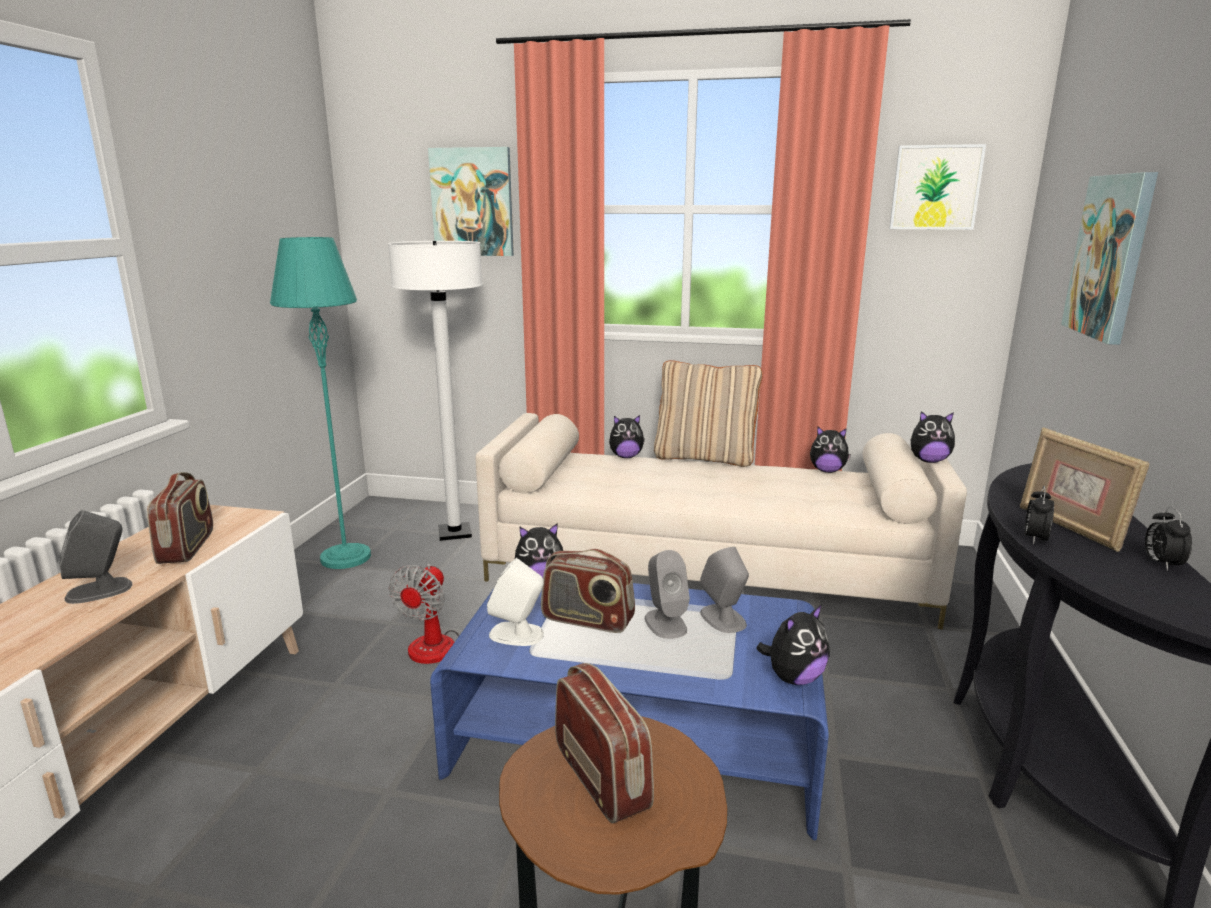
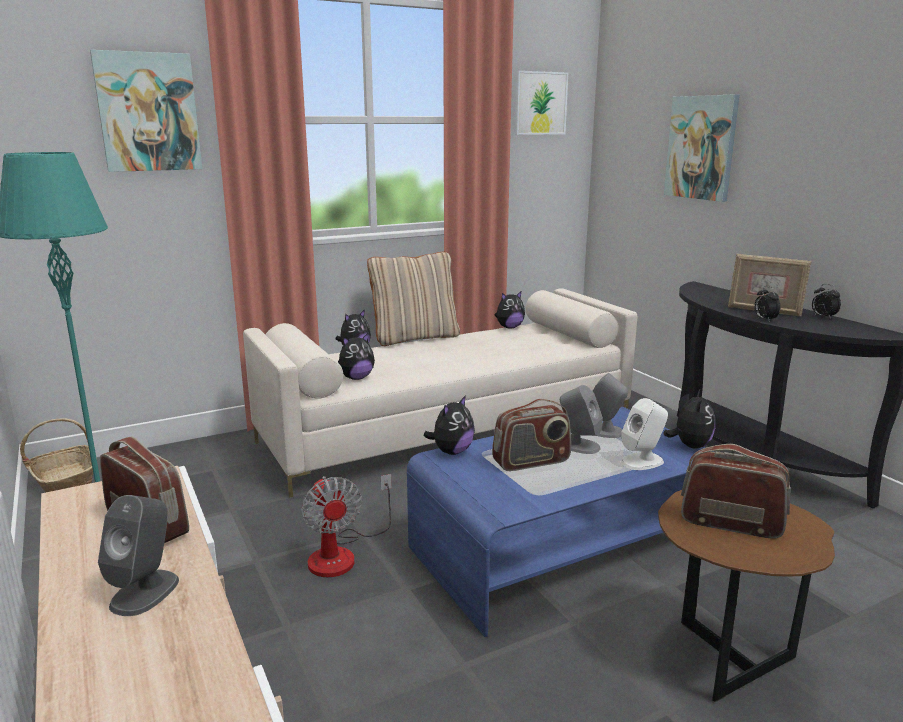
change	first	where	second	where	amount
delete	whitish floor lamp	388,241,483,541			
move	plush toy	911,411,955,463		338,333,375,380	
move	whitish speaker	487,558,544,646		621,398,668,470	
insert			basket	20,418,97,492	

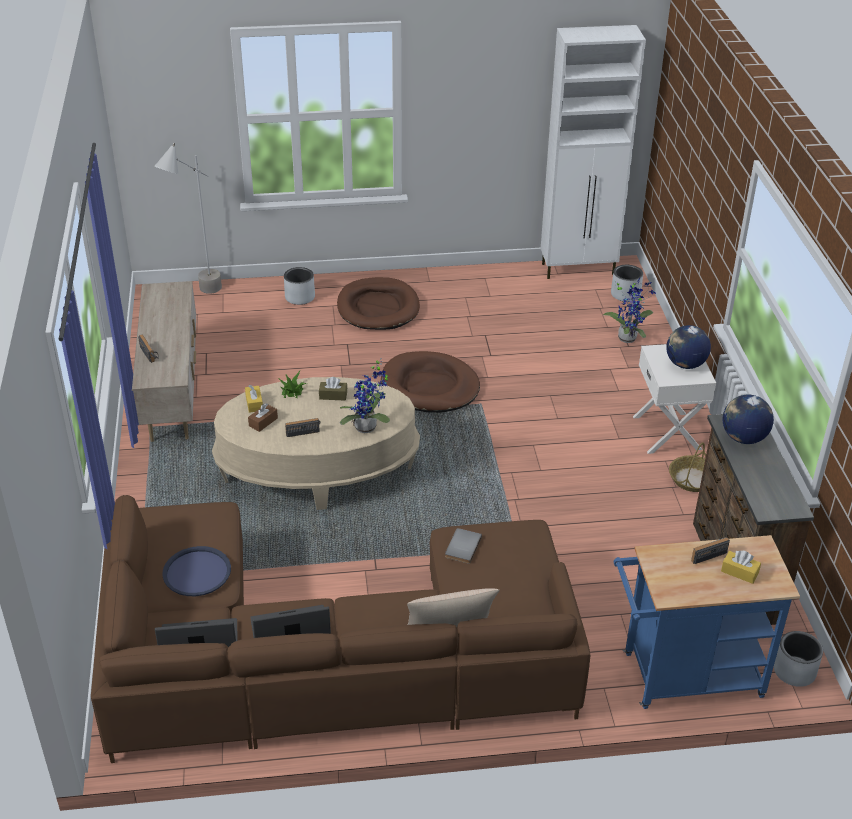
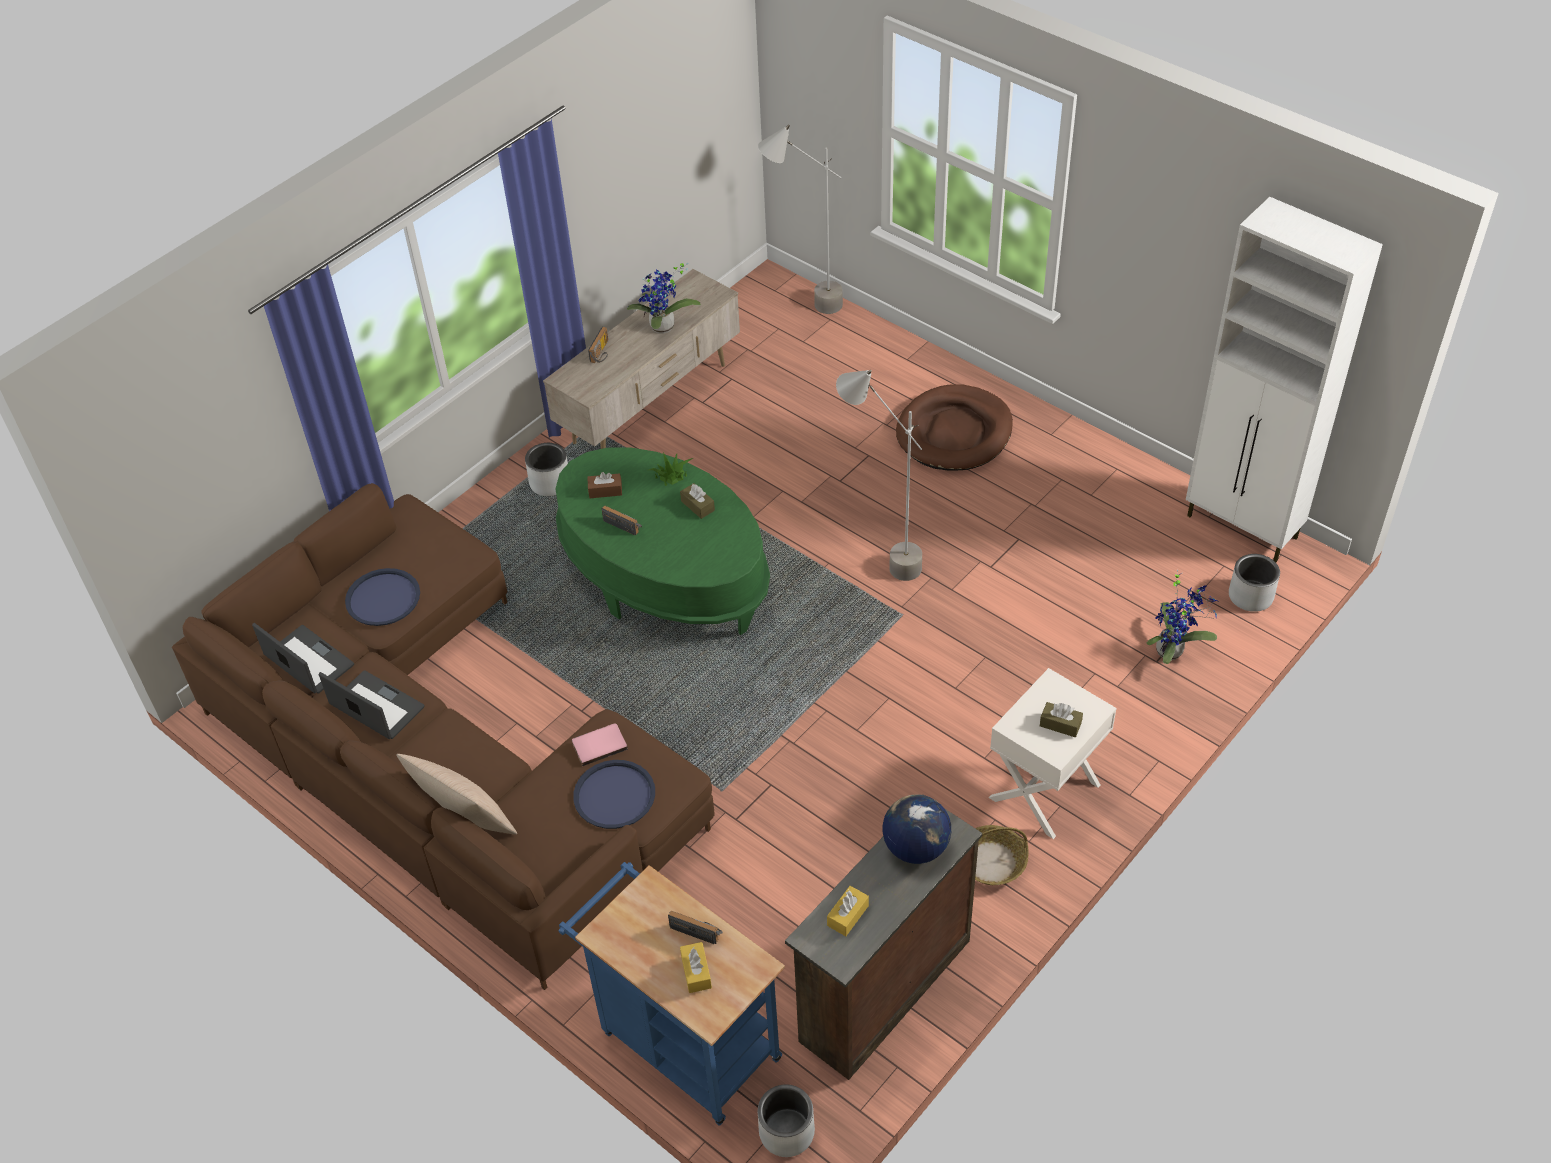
change	first	where	second	where	amount
move	grey flower pot	284,267,315,305		525,443,568,496	
replace	desk globe	666,325,711,369	brown-coloured tissue holder	1040,702,1083,737	
replace	brown-coloured dog bed	381,351,480,413	grey floor lamp	836,370,922,581	
move	plant in a pot	340,358,390,433		627,263,701,334	
recolor	beige-coloured coffee table	212,377,420,510	green coffee table	555,447,770,635	
move	yellow-coloured tissue holder	245,385,263,413		827,886,869,936	
recolor	grey volume	445,528,482,564	pinkish volume	572,723,628,766	
insert			blue-coloured serving tray	573,760,655,829	

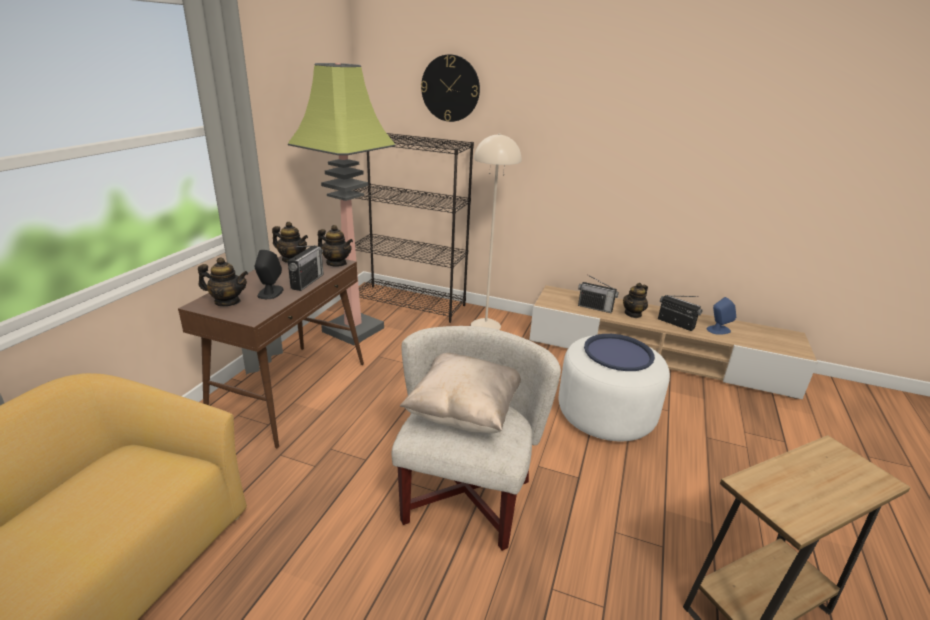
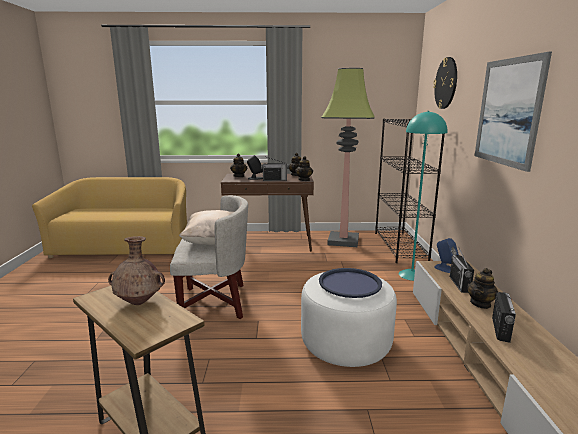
change	first	where	second	where	amount
recolor	beige-coloured floor lamp	471,133,521,330	blue-green floor lamp	399,111,447,281	
rotate	tea pot	623,283,648,318		467,268,498,309	75 degrees counterclockwise
move	blue-coloured speaker	706,297,736,335		434,238,459,273	
insert			wall art	475,52,552,172	
insert			brown-coloured vase	108,236,165,305	

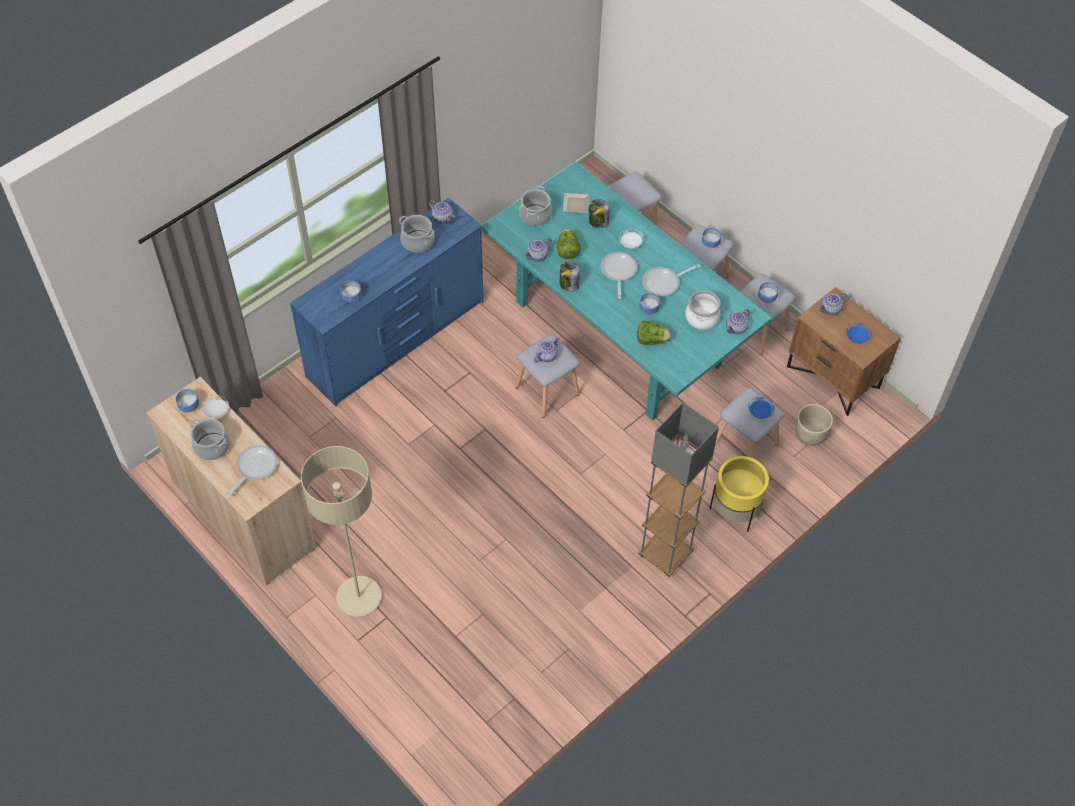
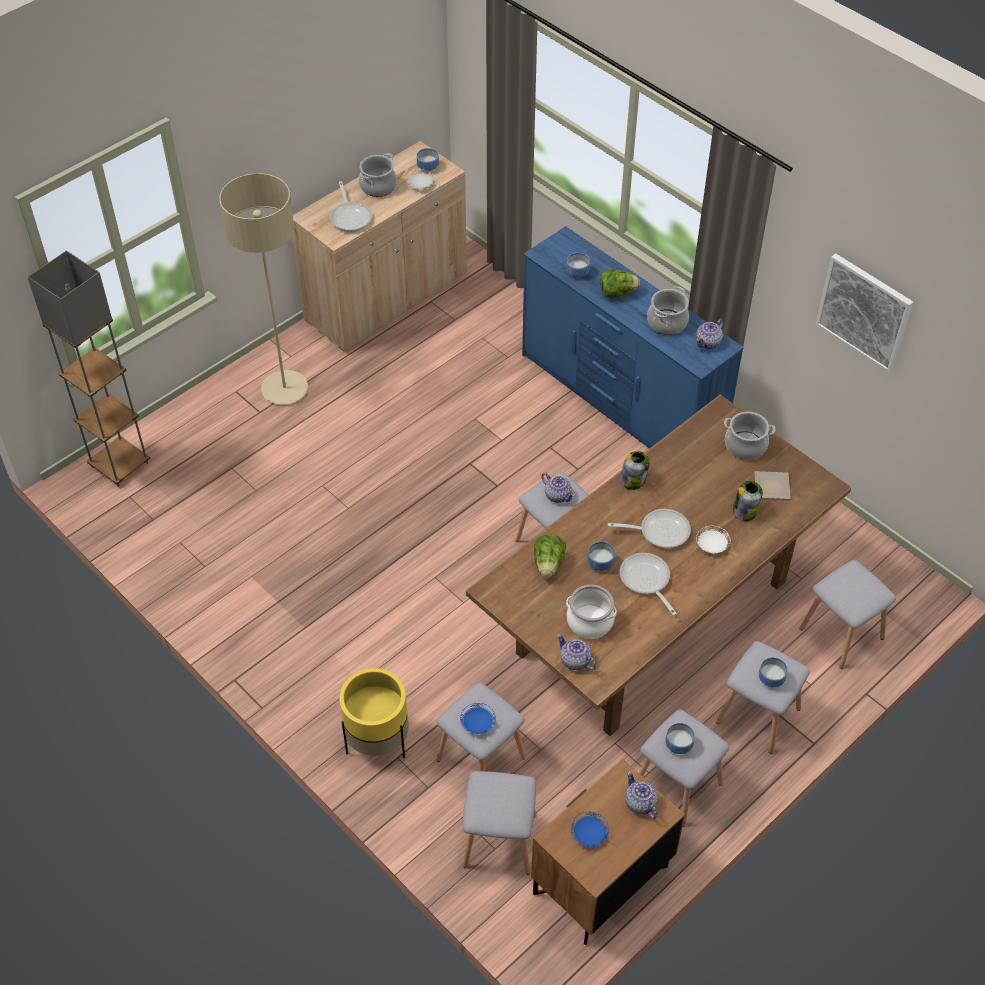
change	first	where	second	where	amount
recolor	blue-green dinner table	482,162,772,421	brown-coloured dinner table	466,395,851,736	
move	lettuce head	557,229,581,259		601,270,640,298	
delete	tea pot	524,238,552,262			
move	grey floor lamp	638,402,719,577		28,251,150,487	
replace	beige-coloured flower pot	795,404,833,446	grey stool	462,771,536,875	
rotate	skillet	225,445,277,498		330,181,372,232	45 degrees clockwise
insert			wall art	815,253,913,373	

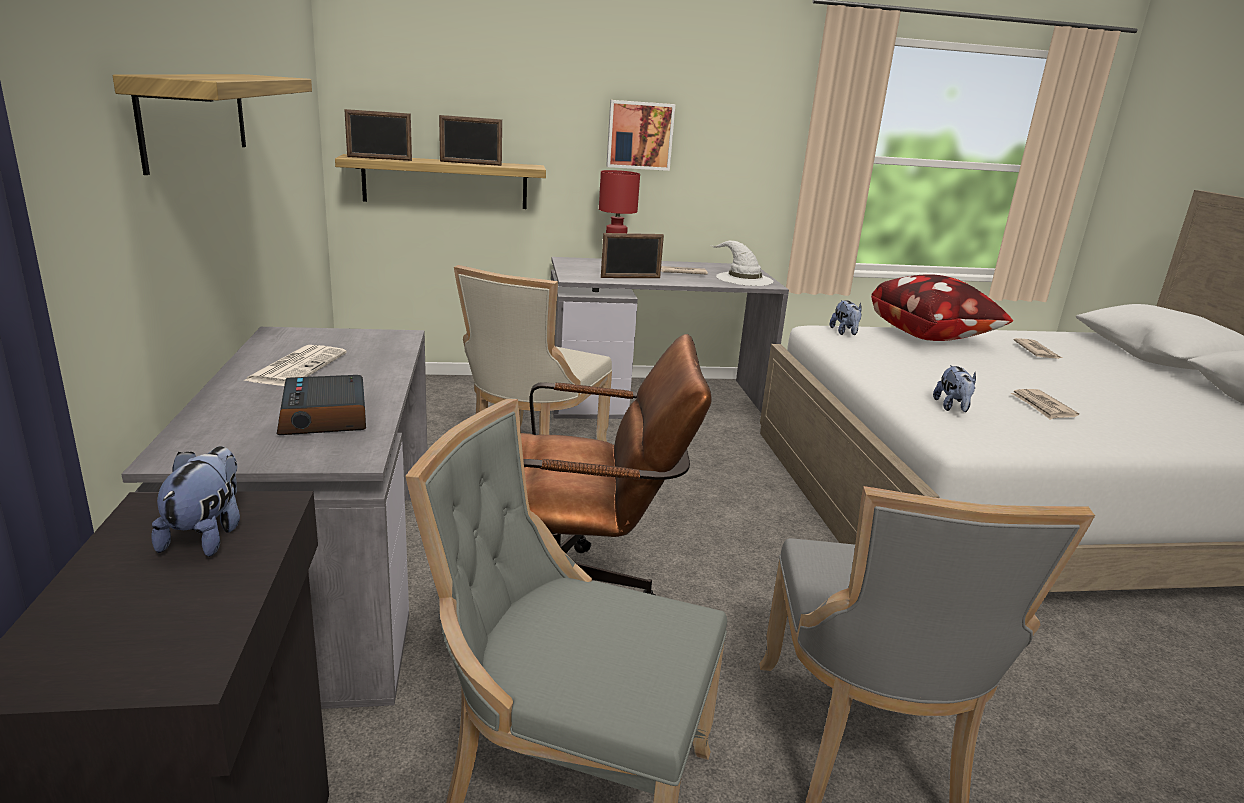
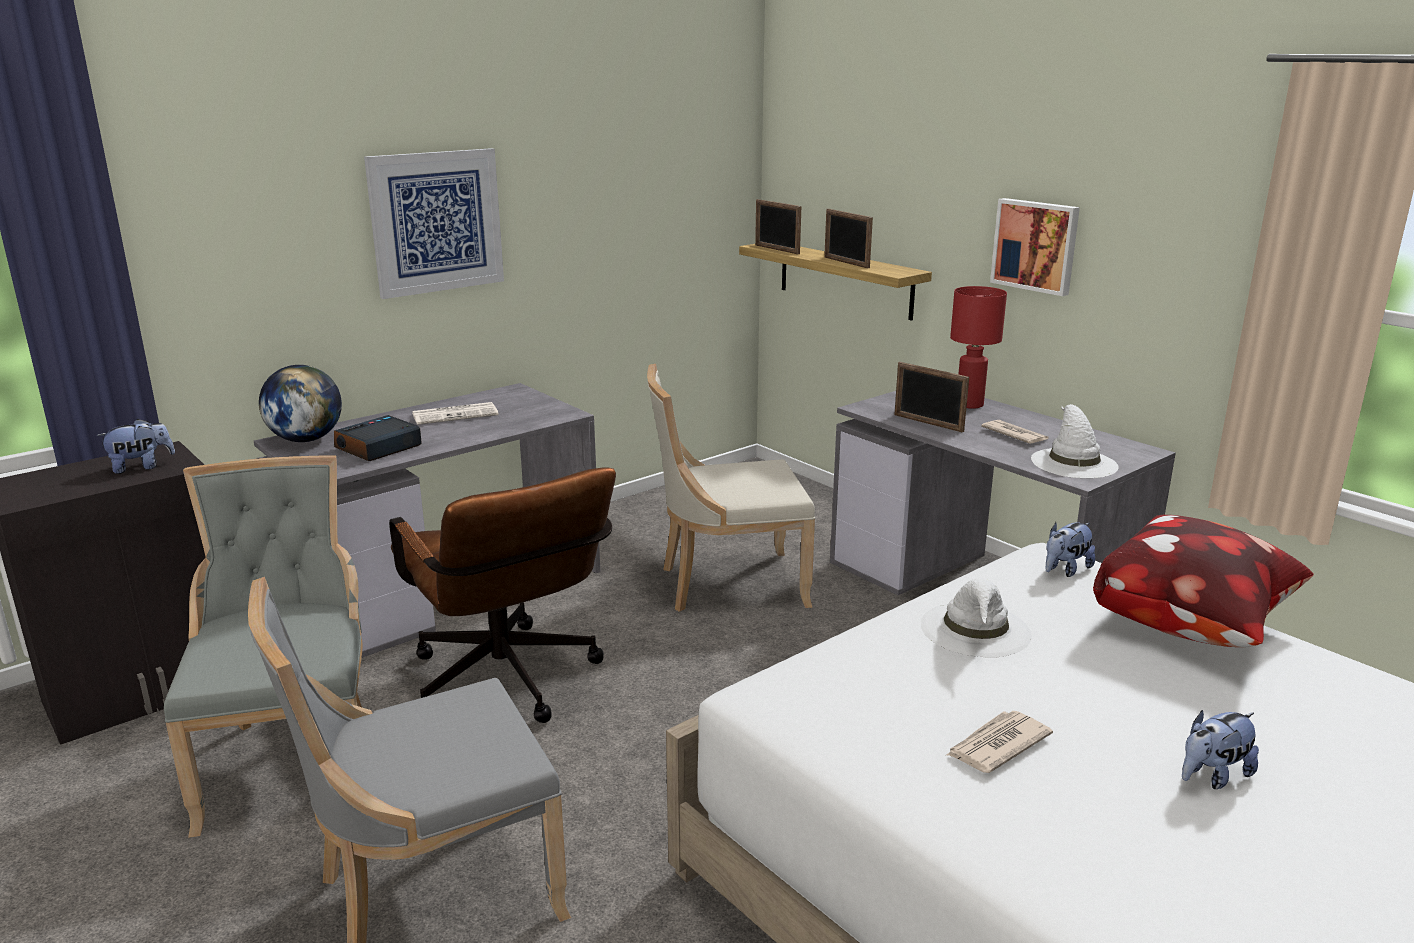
change	first	where	second	where	amount
replace	bracket shelf	113,74,312,175	wall art	364,148,504,299	
delete	newspaper	1014,338,1062,359			
move	plush toy	933,365,976,412		1182,710,1259,789	
insert			desk globe	259,365,342,442	
insert			whitish hat	921,578,1032,658	

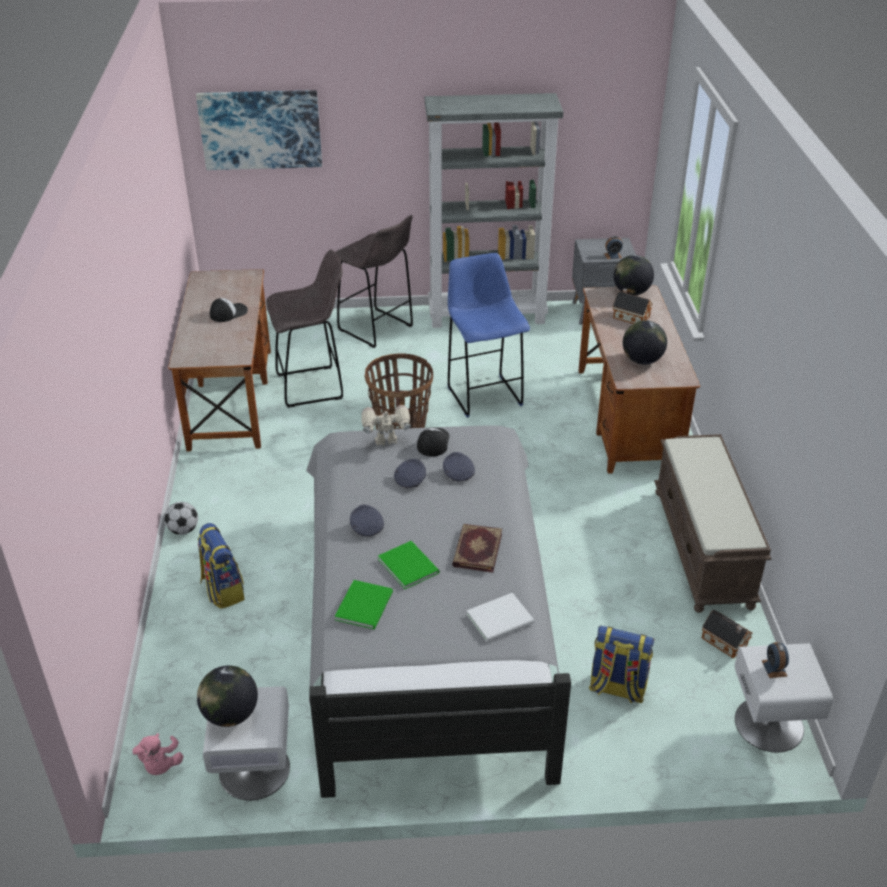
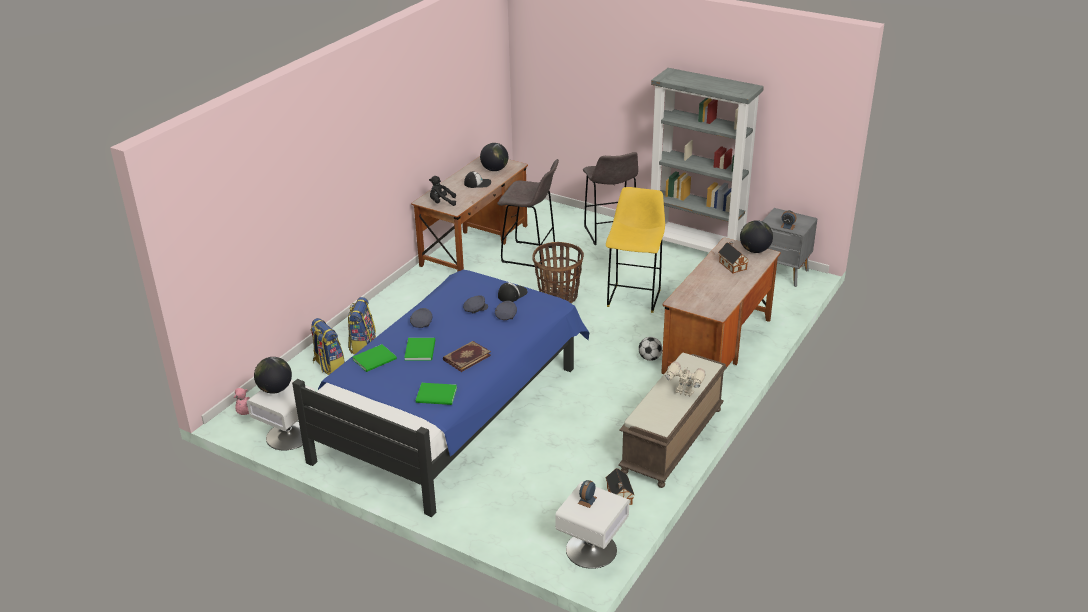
change	first	where	second	where	amount
delete	wall art	196,90,322,170			
recolor	blue-coloured stool	447,253,530,418	yellow-coloured stool	606,187,665,313	
move	desk globe	623,320,667,365		480,143,509,171	
move	robot figure	361,405,411,446		665,361,705,397	
recolor	grey bedroom bed	306,425,571,798	blue-coloured bedroom bed	292,270,589,517	
move	football	164,502,198,535		638,337,663,361	
recolor	whitish volume	467,593,534,642	green volume	416,383,457,405	
move	knapsack	589,626,655,703		310,318,345,375	
insert			black plush toy	429,176,456,206	

